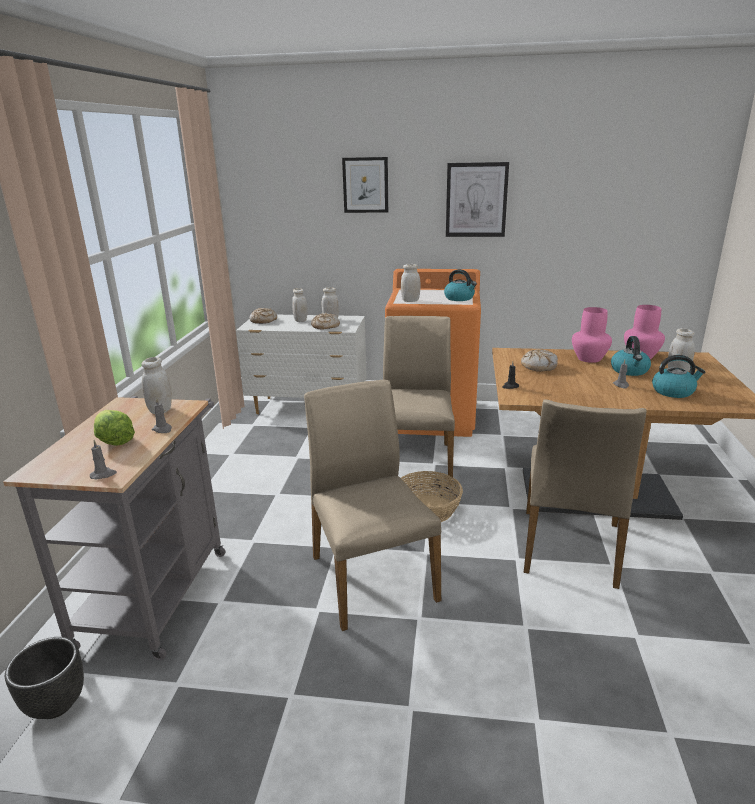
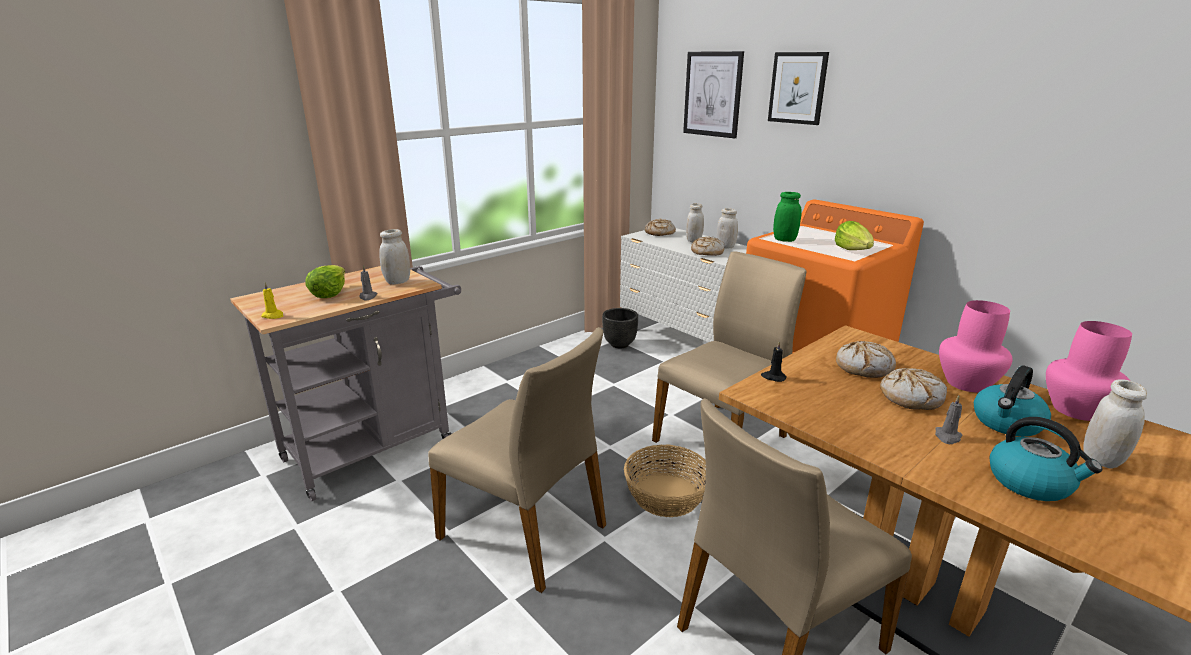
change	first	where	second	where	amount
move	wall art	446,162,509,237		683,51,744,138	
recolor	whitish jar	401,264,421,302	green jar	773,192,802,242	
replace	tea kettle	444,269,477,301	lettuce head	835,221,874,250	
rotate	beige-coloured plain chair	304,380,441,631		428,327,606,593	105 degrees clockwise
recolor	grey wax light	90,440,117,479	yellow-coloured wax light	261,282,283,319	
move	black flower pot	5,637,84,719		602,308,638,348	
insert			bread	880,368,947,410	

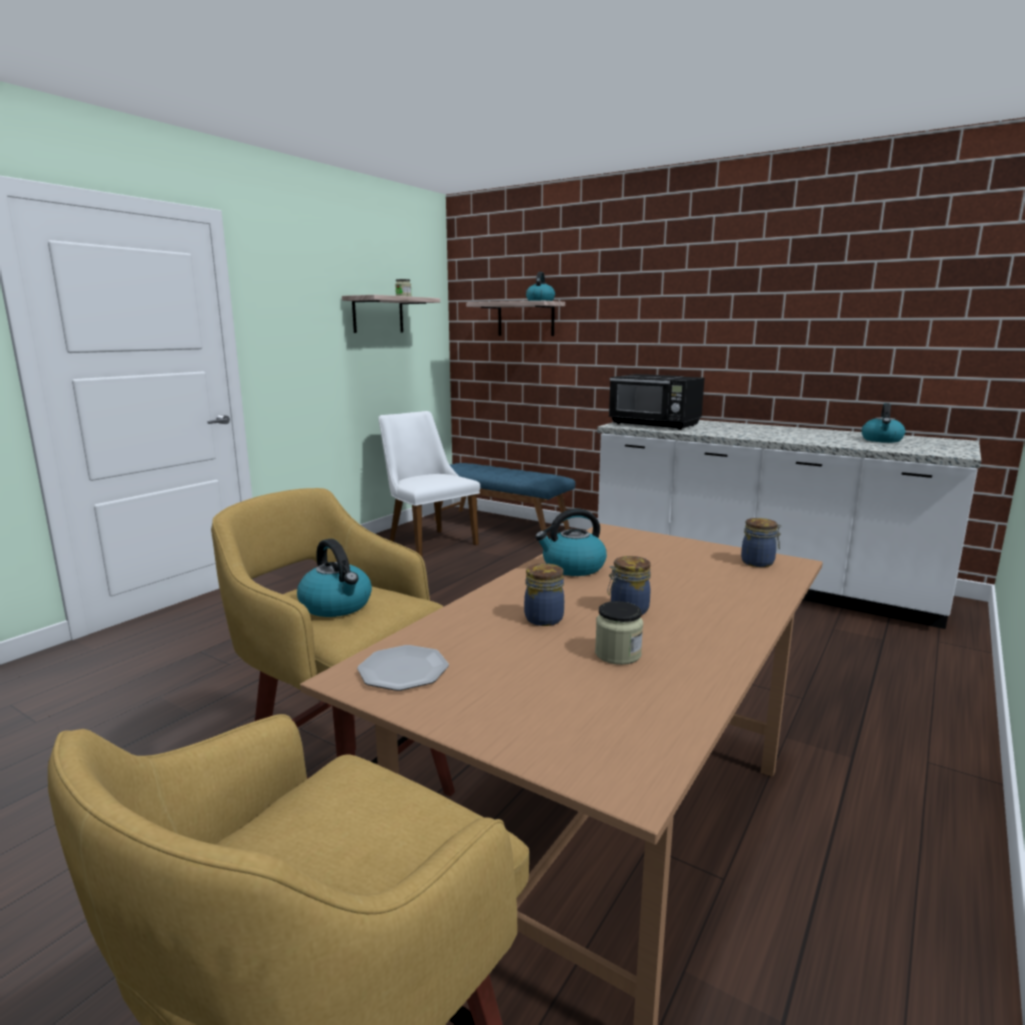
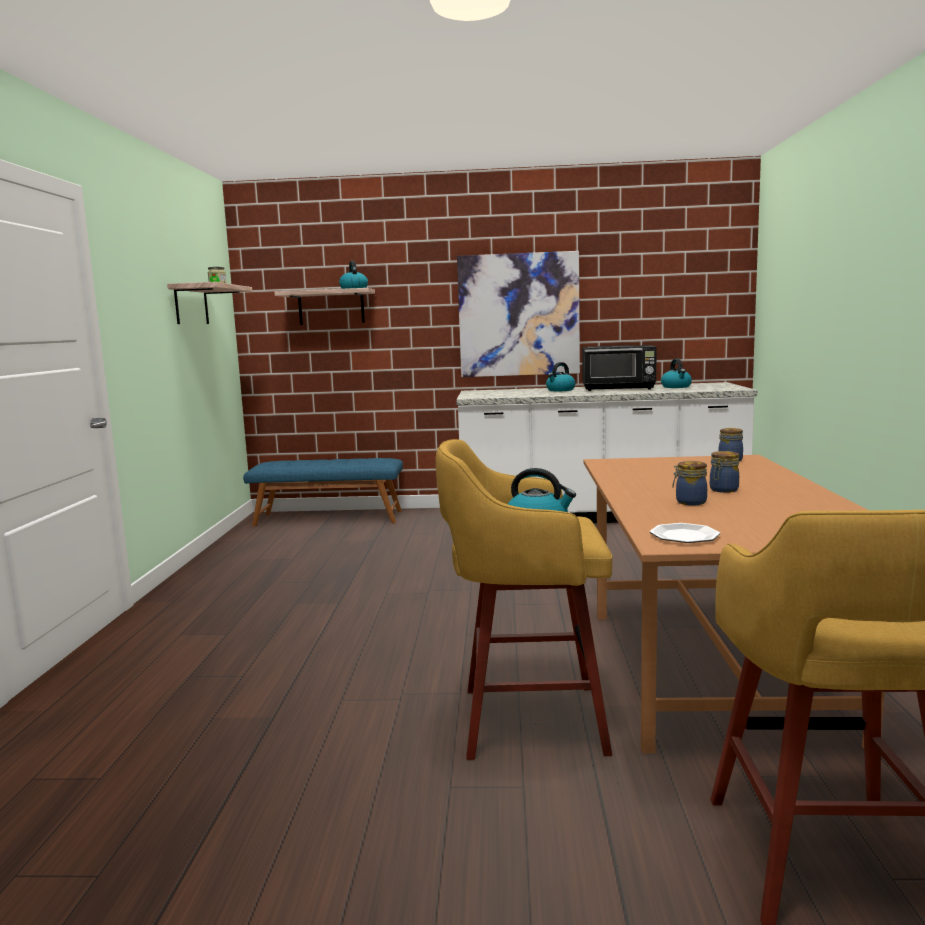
change	first	where	second	where	amount
move	black microwave	609,374,705,430		582,345,657,391	
delete	whitish plain chair	379,411,480,557			
move	tea kettle	535,509,607,576		546,362,576,391	
delete	jar	595,601,643,665			
insert			wall art	457,251,580,377	

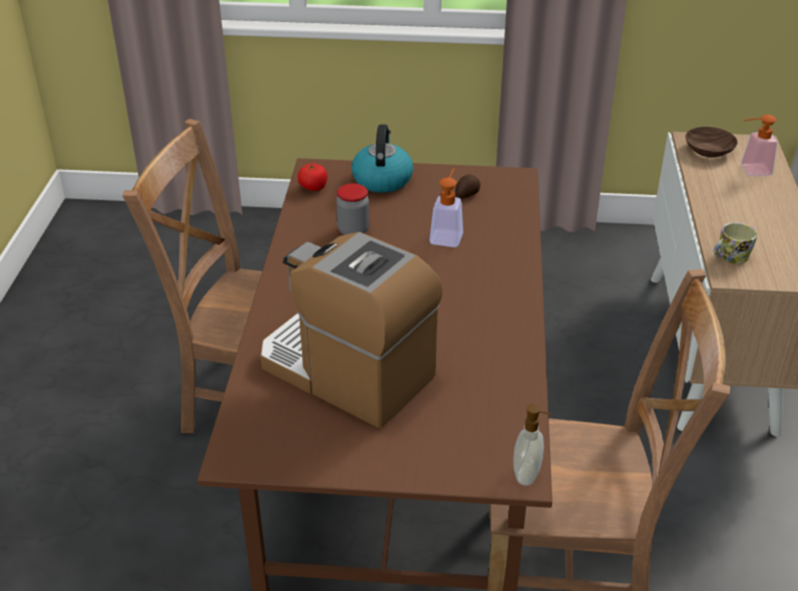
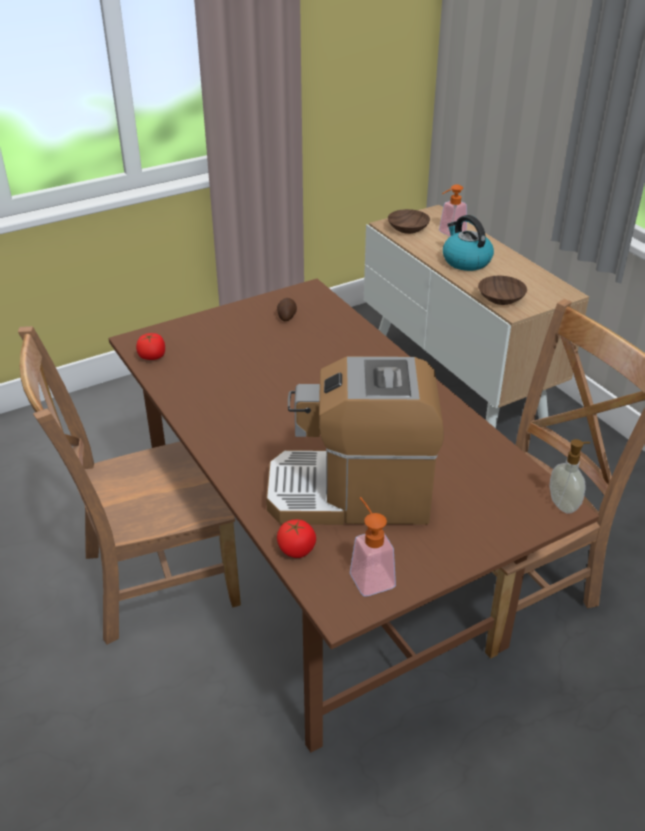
change	first	where	second	where	amount
move	tea kettle	351,124,413,193		443,215,494,271	
move	liquid soap bottle	429,168,463,247		350,497,396,597	
delete	jar	336,183,370,235			
replace	mug	714,222,757,264	brown-coloured bowl	478,275,527,305	
insert			fresh tomato	277,520,316,558	

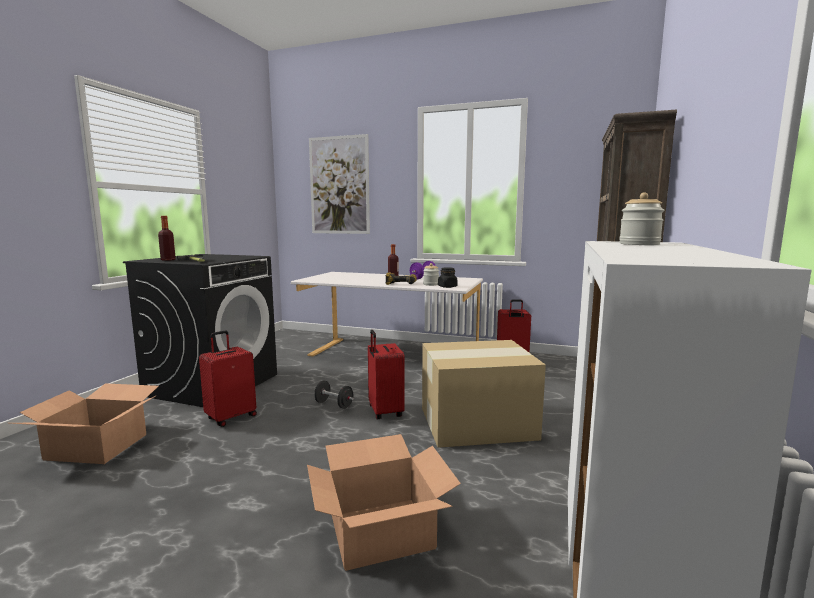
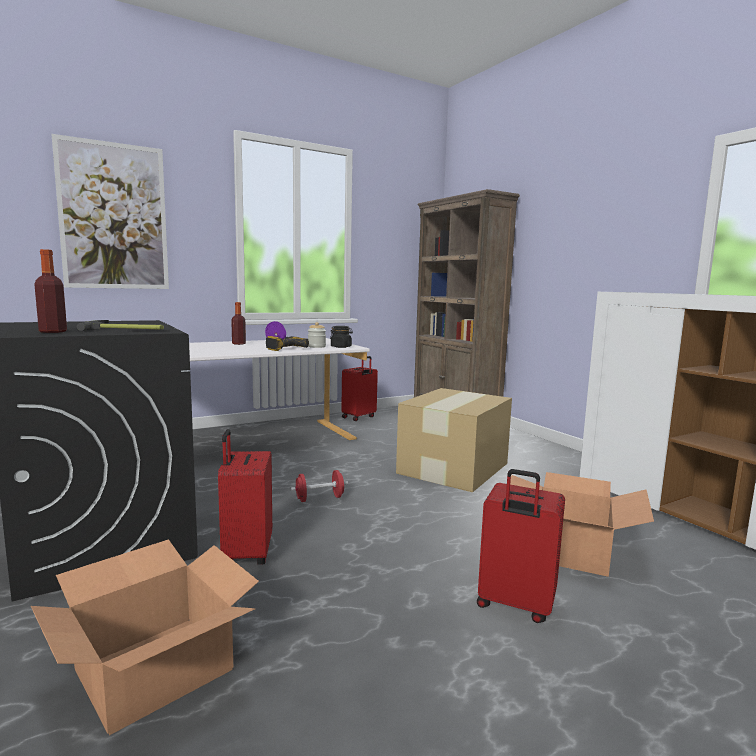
change	first	where	second	where	amount
delete	jar	619,192,664,245			
move	reddish piece of luggage	368,330,405,419		477,469,565,623	
recolor	black hand weight	314,381,354,409	reddish hand weight	291,470,348,502	

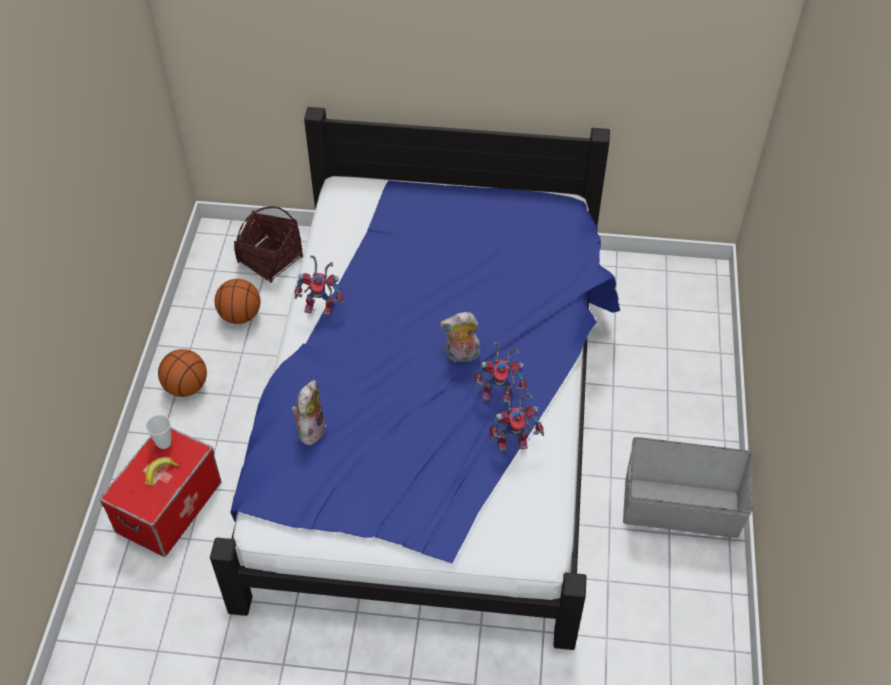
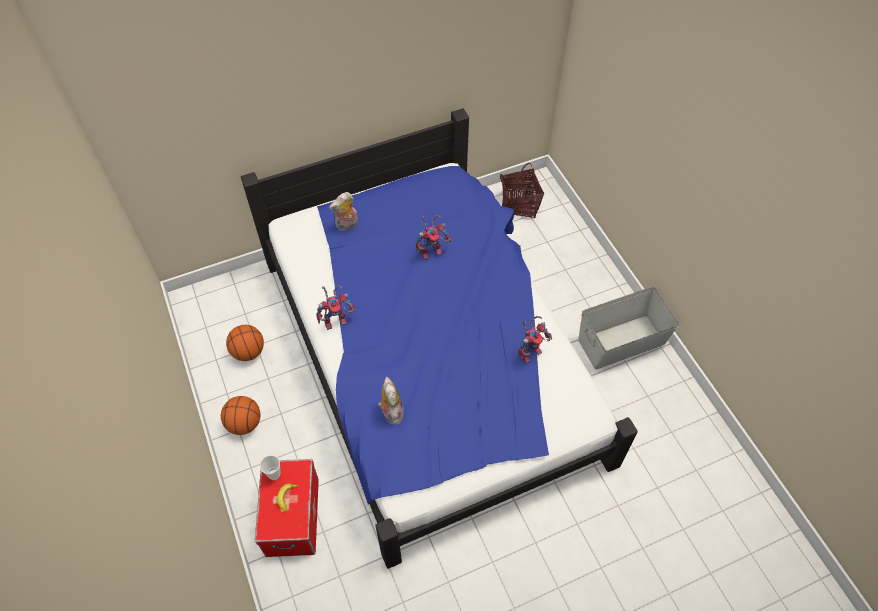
change	first	where	second	where	amount
move	basket	234,206,303,283		500,163,544,218	
move	plush toy	440,312,480,362		329,192,358,231	
move	robot figure	474,342,527,403		416,215,452,260	

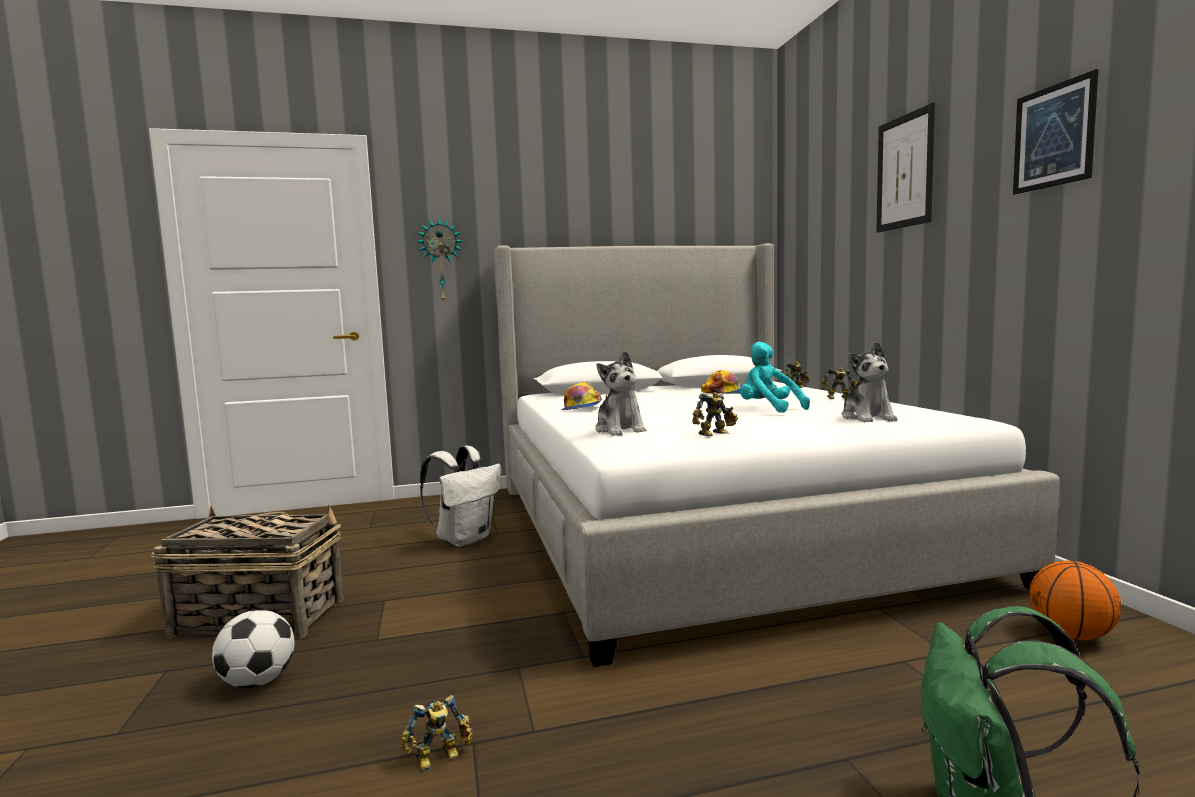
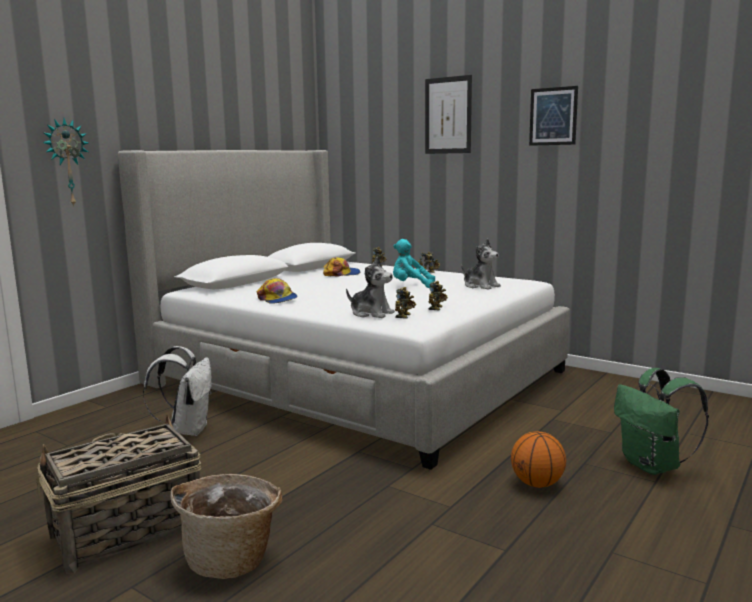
change	first	where	second	where	amount
move	basketball ball	1029,560,1122,640		511,431,566,488	
replace	football	212,610,295,688	basket	170,474,283,579	
move	robot figure	401,695,473,772		395,287,416,319	

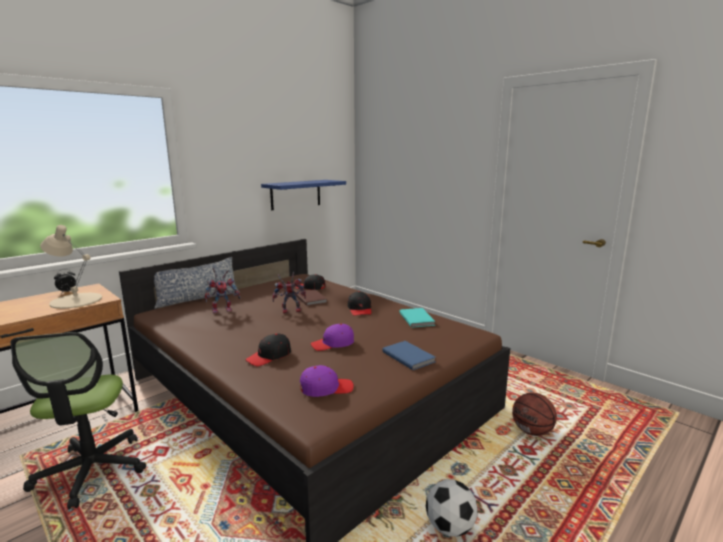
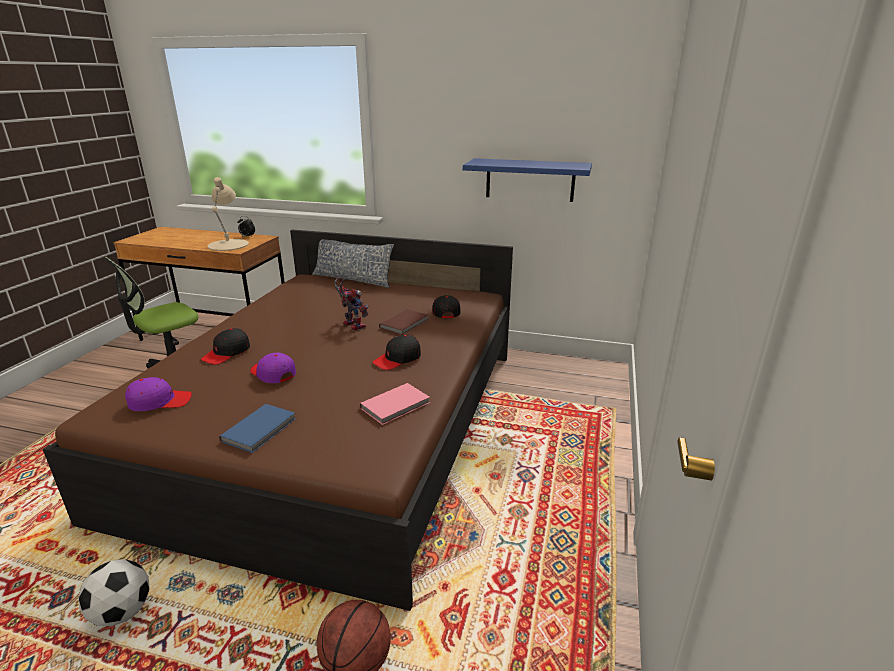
change	first	where	second	where	amount
delete	robot figure	205,268,241,314			
recolor	blue-green volume	400,308,435,328	pinkish volume	360,383,430,425	
rotate	black baseball cap	246,333,291,366		201,328,250,365	75 degrees counterclockwise
rotate	purplish baseball cap	300,365,354,397		125,377,192,411	60 degrees counterclockwise

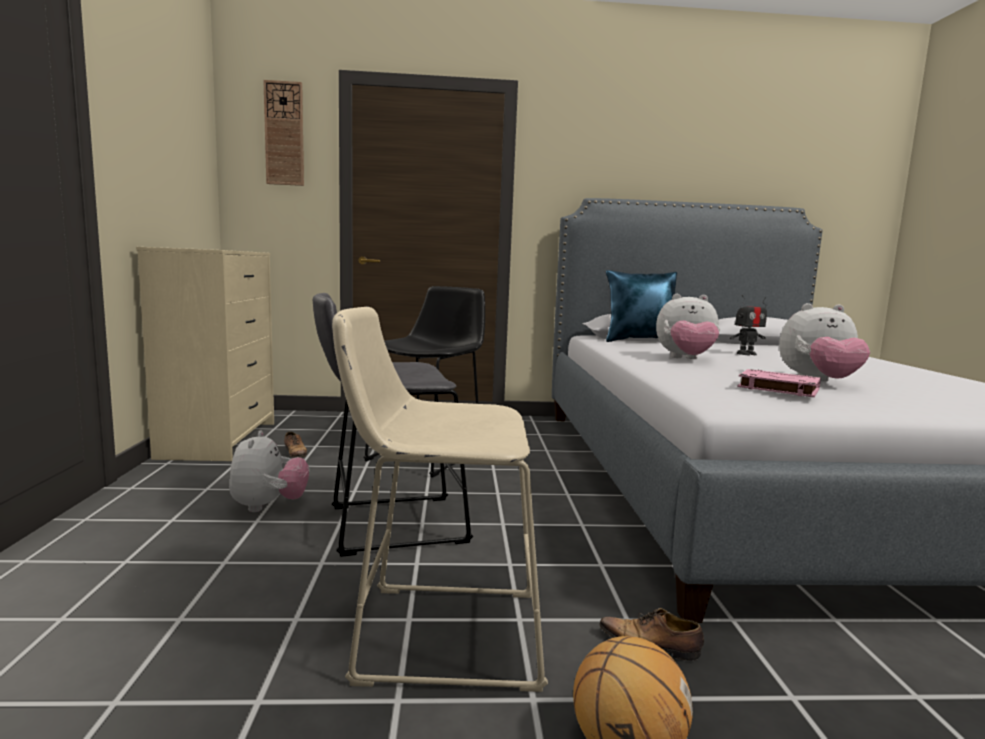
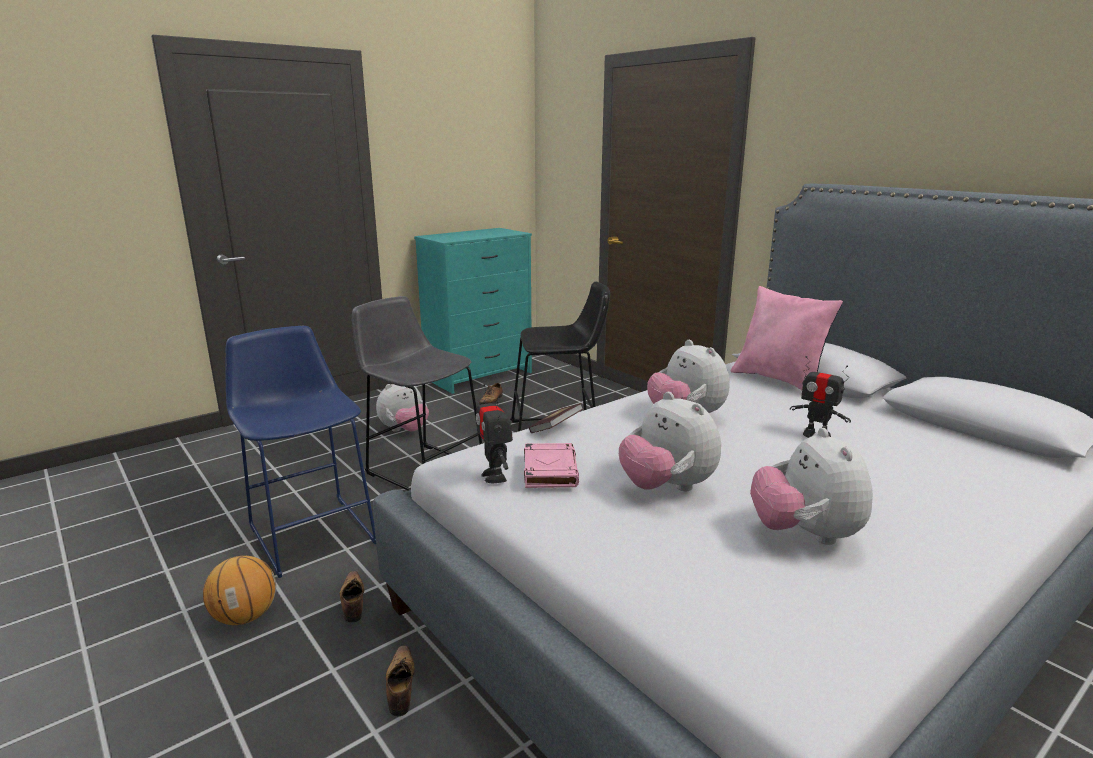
change	first	where	second	where	amount
delete	clock on the wall	263,80,304,186			
recolor	beige-coloured drawer chest	136,247,274,461	blue-green drawer chest	414,228,532,394	
recolor	blue-coloured throw pillow	606,270,677,342	pinkish throw pillow	731,286,843,390	
recolor	beige-coloured stool	332,307,548,692	blue-coloured stool	225,326,376,578	
insert			robot figure	476,384,513,483	
insert			volume	529,403,584,433	
insert			plush toy	750,428,873,545	
insert			shoe	386,645,415,716	

